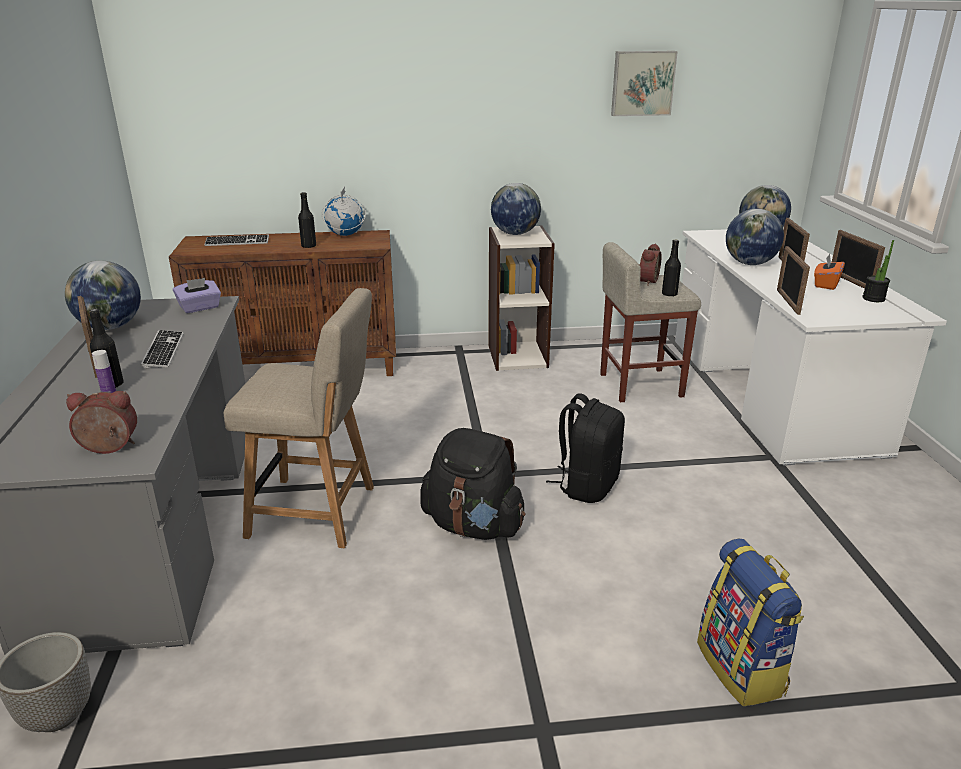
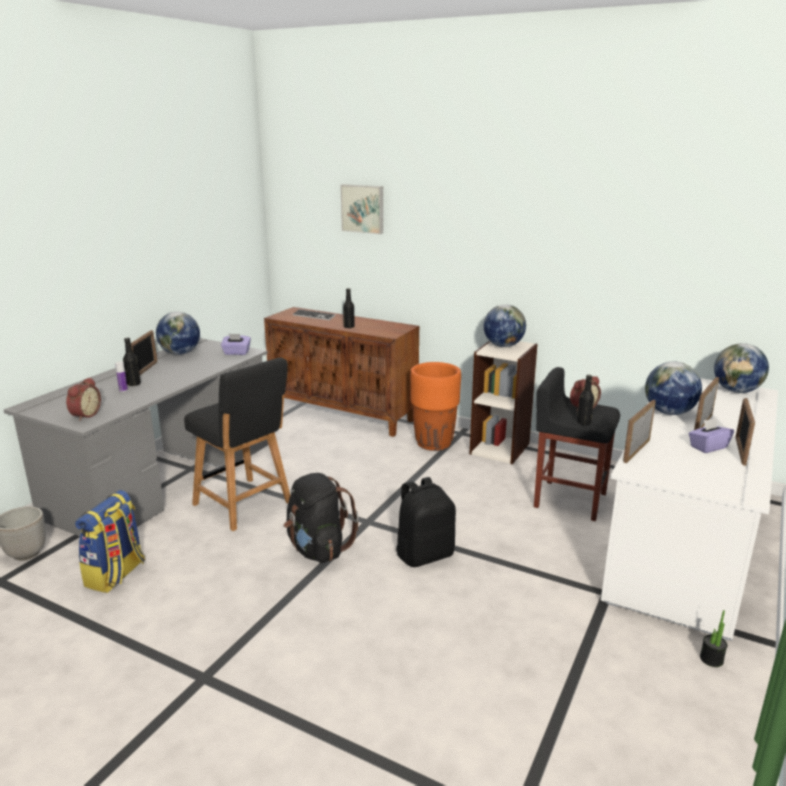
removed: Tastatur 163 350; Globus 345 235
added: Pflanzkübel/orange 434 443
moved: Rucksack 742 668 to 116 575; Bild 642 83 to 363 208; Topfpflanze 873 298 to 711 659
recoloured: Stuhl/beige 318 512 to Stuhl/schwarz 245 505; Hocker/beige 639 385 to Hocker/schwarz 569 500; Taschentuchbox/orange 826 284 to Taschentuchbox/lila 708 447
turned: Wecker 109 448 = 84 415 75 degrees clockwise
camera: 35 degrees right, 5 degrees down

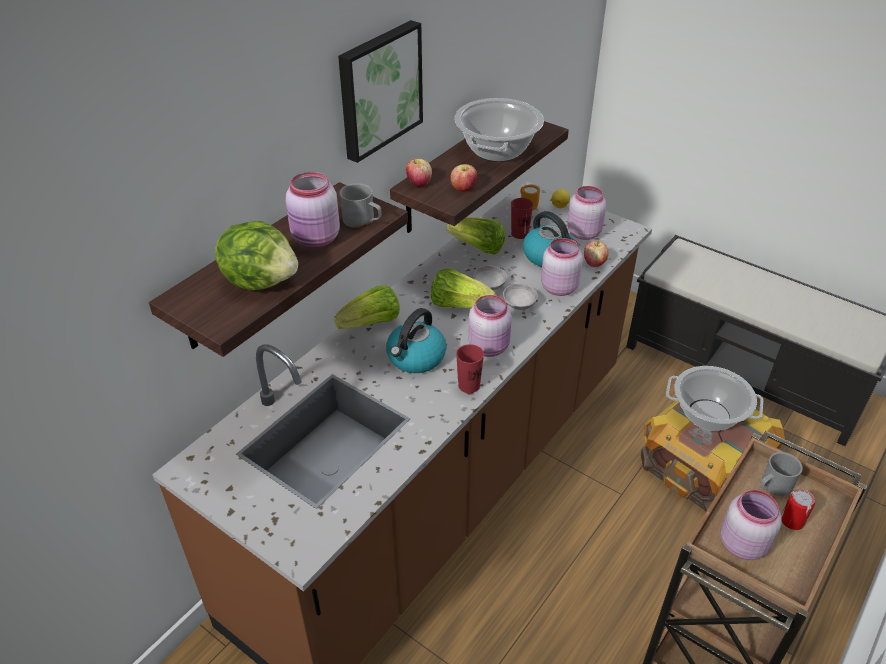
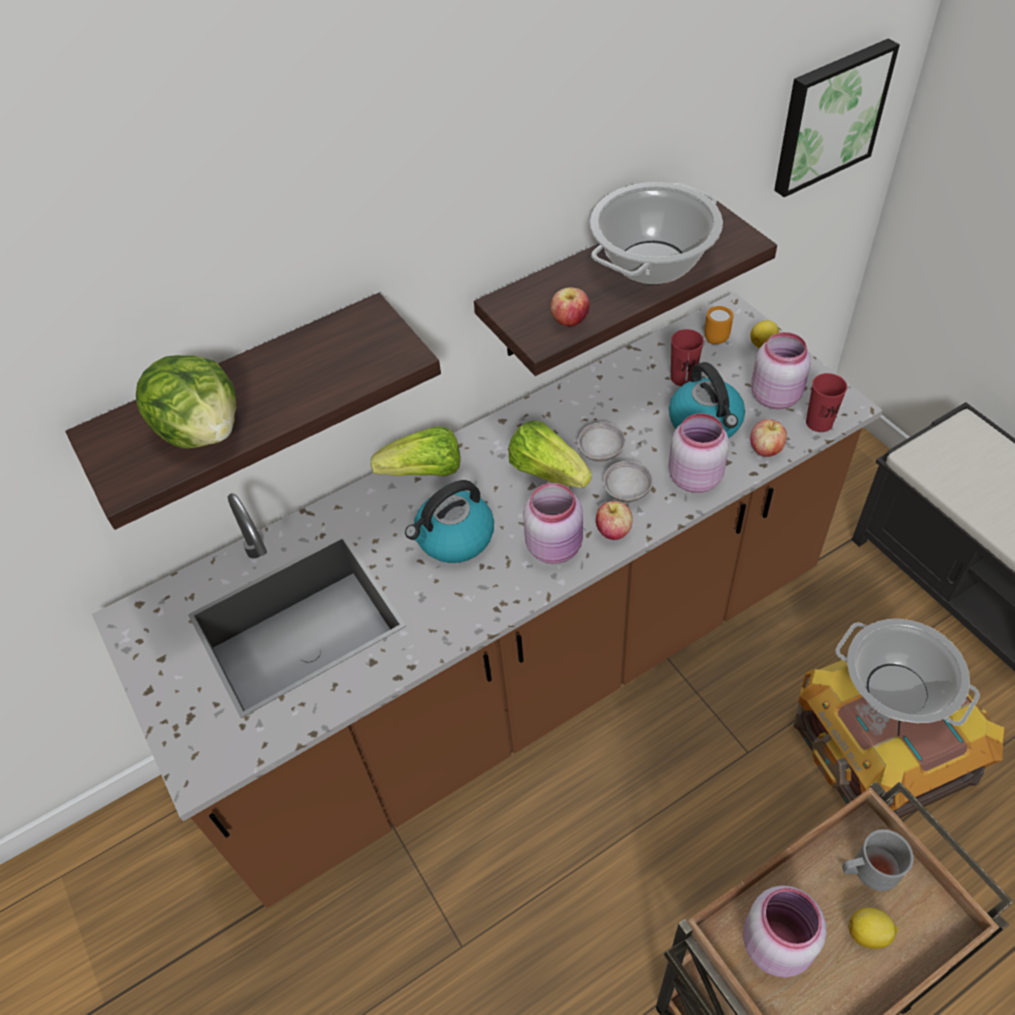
removed: Vorratsglas/rosa 316 239; Henkelbecher/grau 363 221; Salatkopf 478 247
moved: Apfel 419 183 to 613 531; Bild 378 89 to 829 116; Tasse/rot 469 385 to 819 423
replaced: Dose 792 521 to Zitrone 869 934
camera: 25 degrees right, 10 degrees up

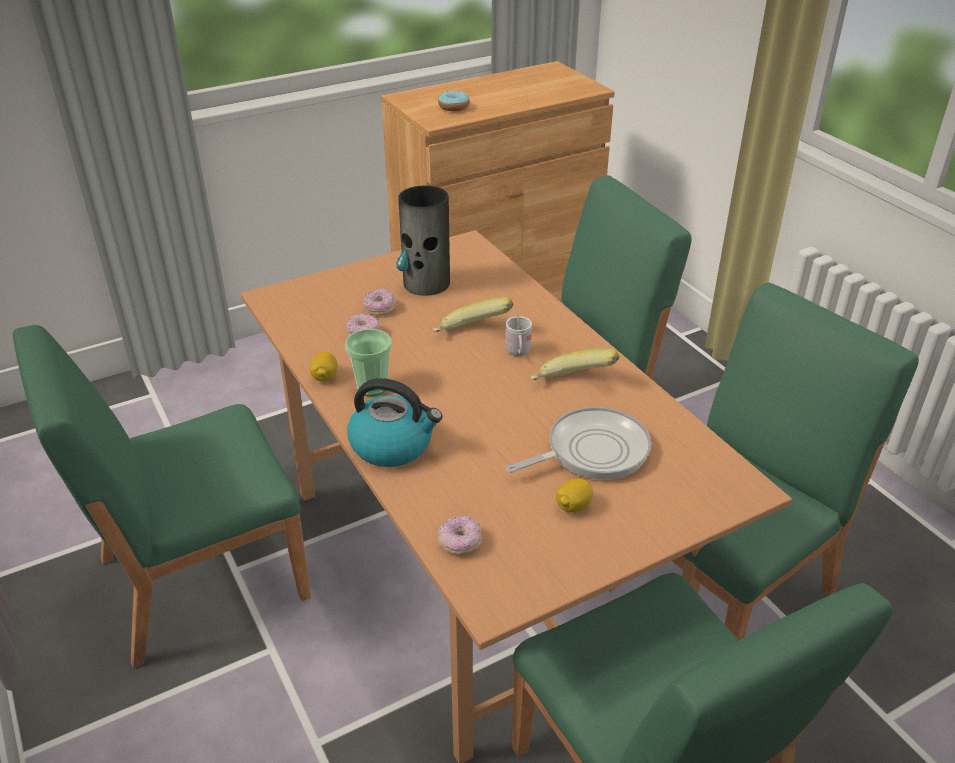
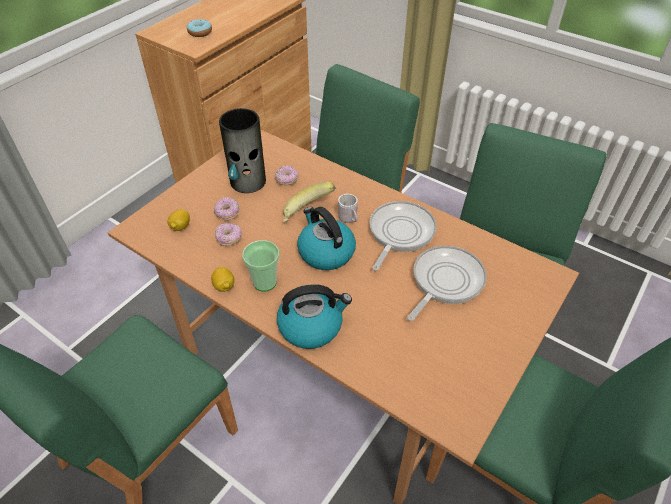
added: Wasserkessel 325 252
moved: Zitrone 573 506 to 180 227; Donut 460 543 to 287 180
replaced: Banane 572 384 to Pfanne 399 233
camera: 25 degrees left, 10 degrees up

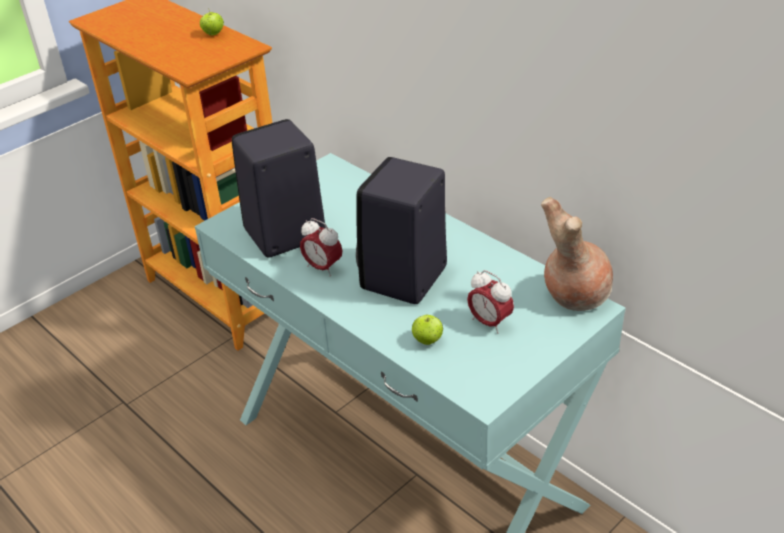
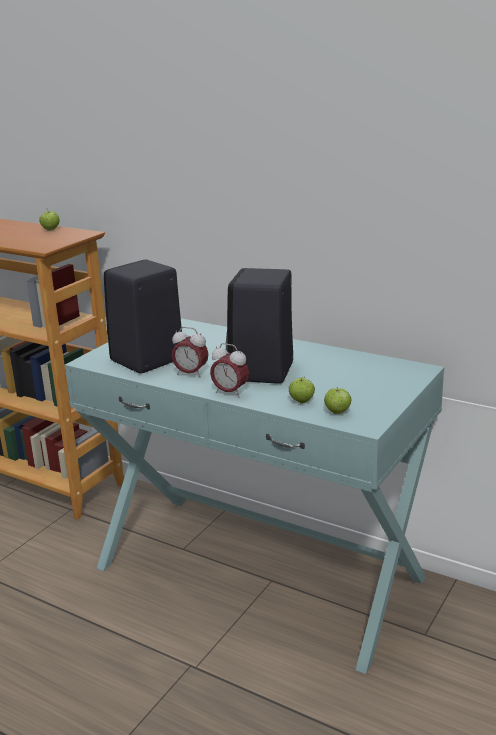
removed: Vase/braun 573 296
added: Apfel 337 412
moved: Wecker 489 323 to 230 392
camera: 15 degrees left, 15 degrees down

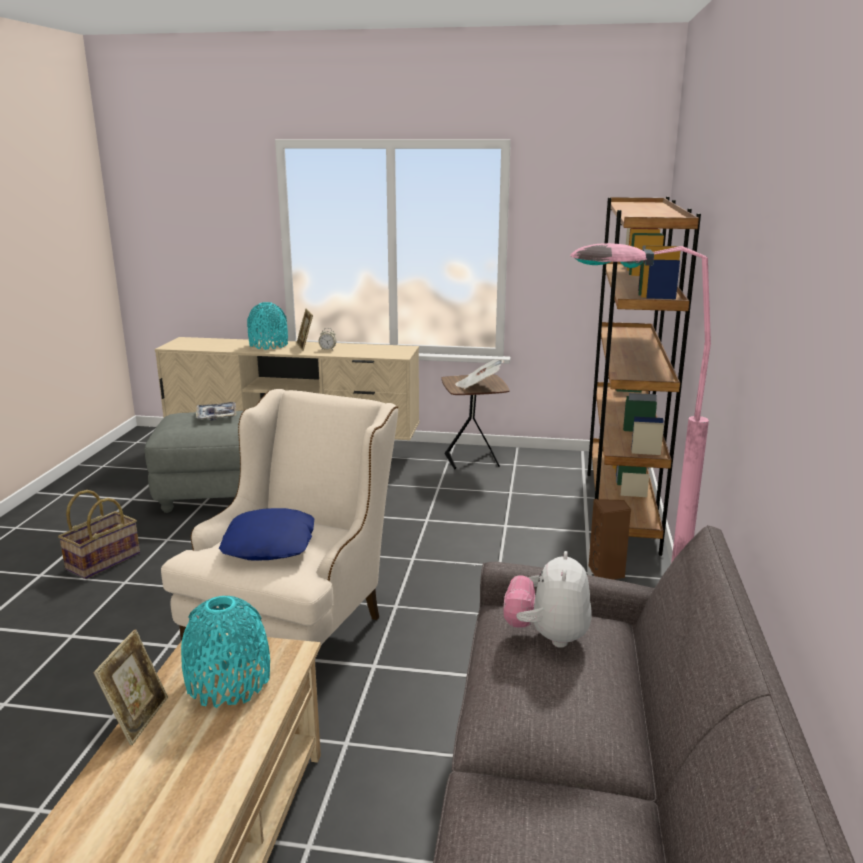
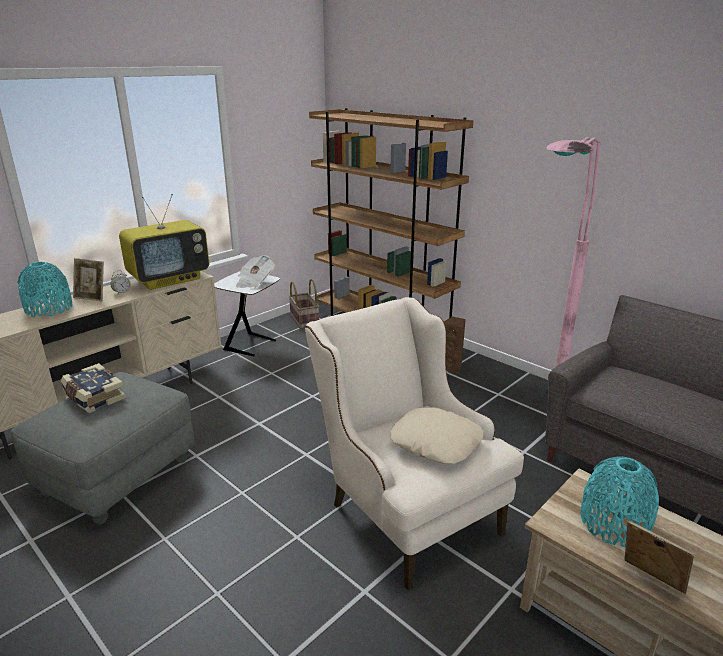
removed: Plüschtier 547 636
added: Fernseher 169 279
moved: Korb 103 561 to 303 320
replaced: Tablett 216 416 to Buch 93 397
recoloured: Beistelltisch/braun 473 461 to Beistelltisch/weiß 252 345; Kissen/blau 270 544 to Kissen/beige 436 442
camera: 55 degrees left, 5 degrees up

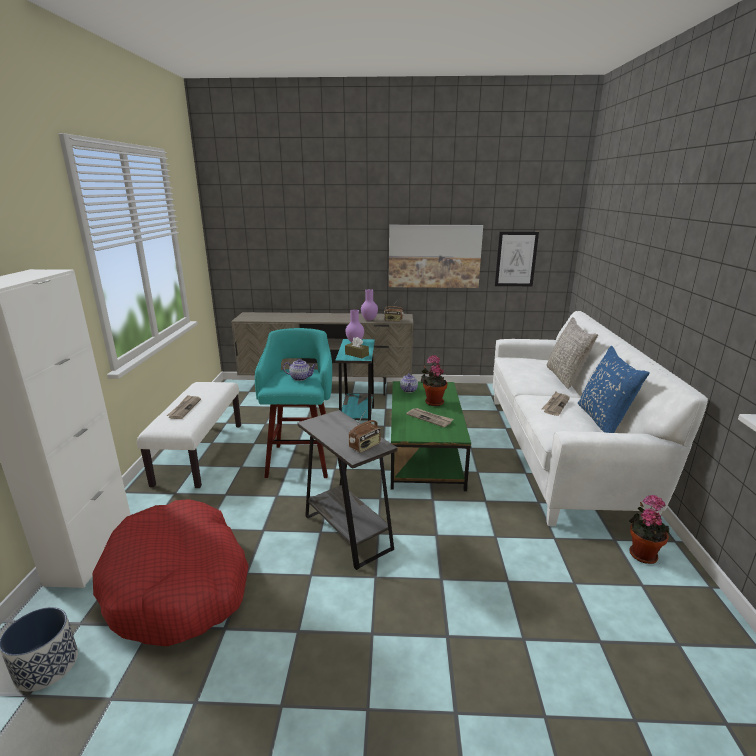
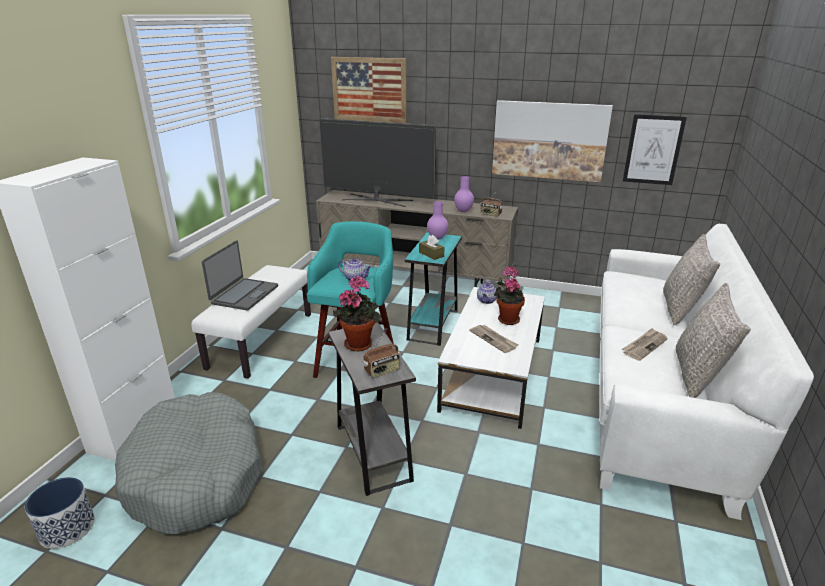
added: Fernseher 377 200; Bild 369 90
moved: Topfpflanze 642 553 to 359 343
replaced: Zeitung 184 408 to Laptop 244 295
recoloured: Hundebett/rot 179 584 to Hundebett/grau 196 475; Couchtisch/grün 425 451 to Couchtisch/weiß 493 373; Kissen/blau 603 420 to Kissen/grau 698 374
camera: 15 degrees right, 5 degrees up

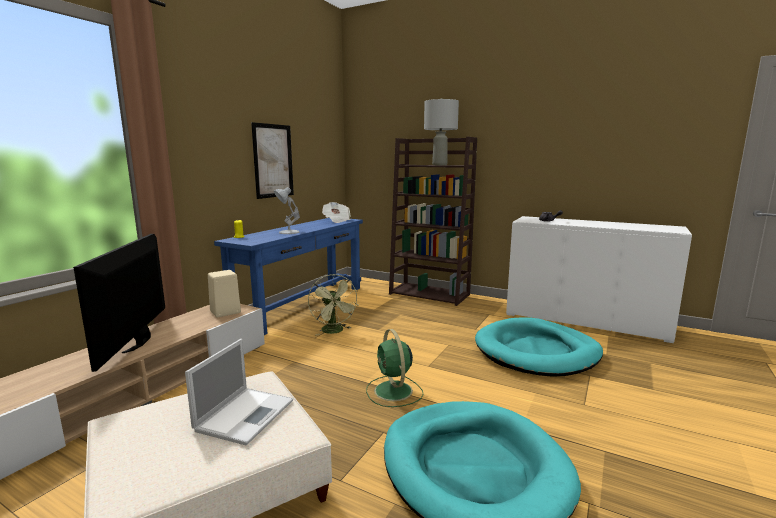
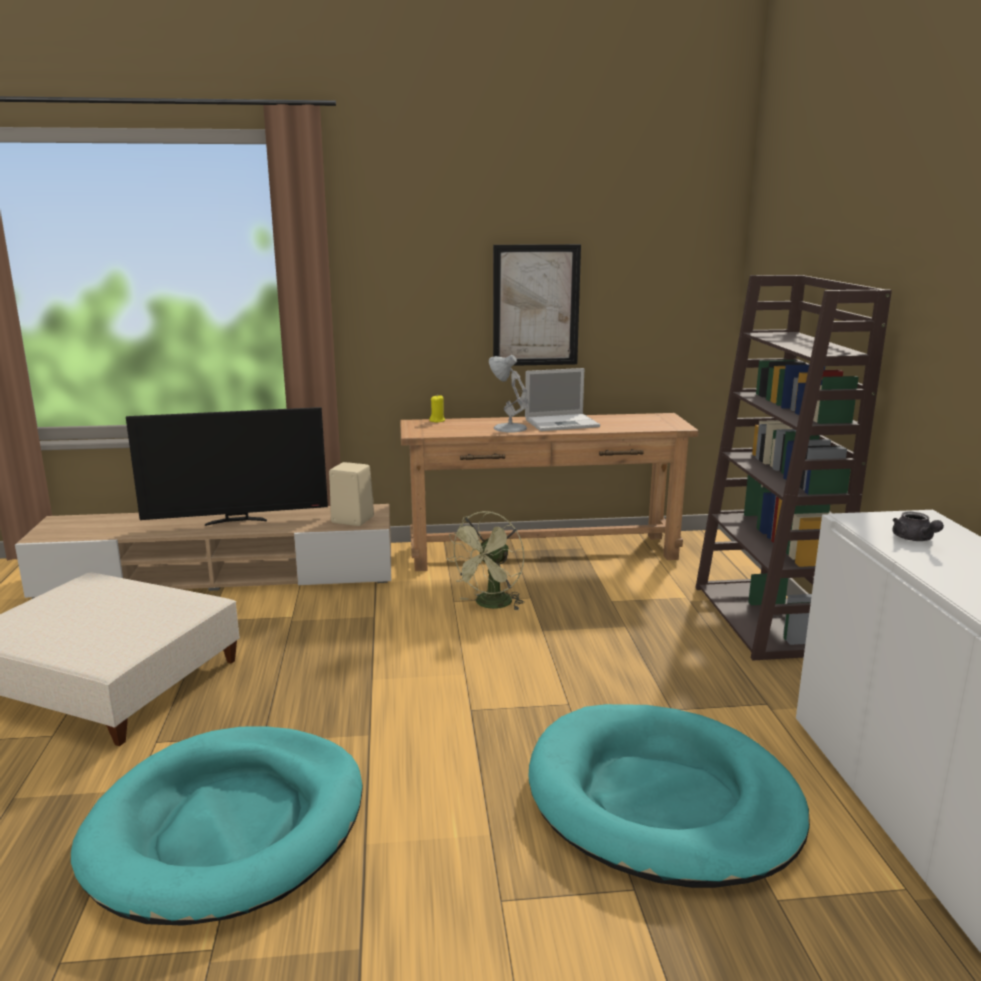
removed: Zeitung 336 220; Ventilator/grün 394 392; Tischlampe/grau 439 165
moved: Laptop 246 414 to 563 423
recoloured: Konsolentisch/blau 302 305 to Konsolentisch/braun 543 552
turned: Fernseher 140 341 = 237 521 150 degrees counterclockwise
camera: 55 degrees right, 5 degrees up

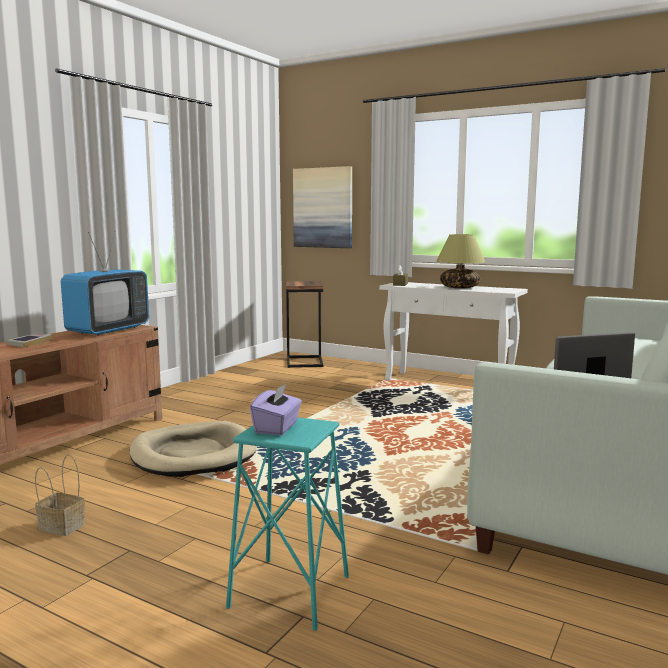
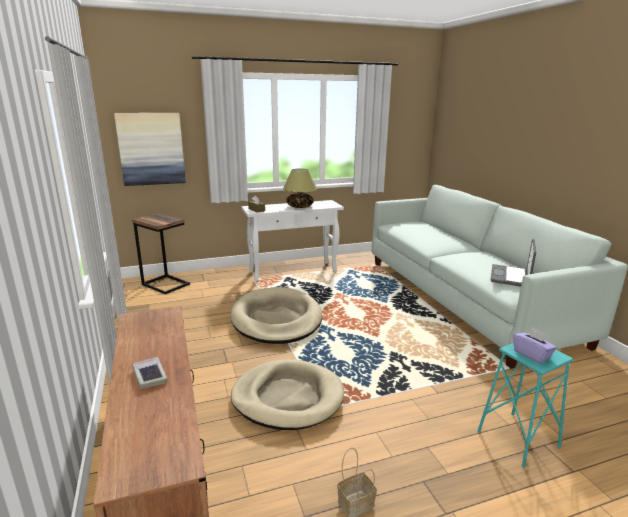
removed: Fernseher 108 330
added: Hundebett/beige 276 319
camera: 50 degrees left, 10 degrees up

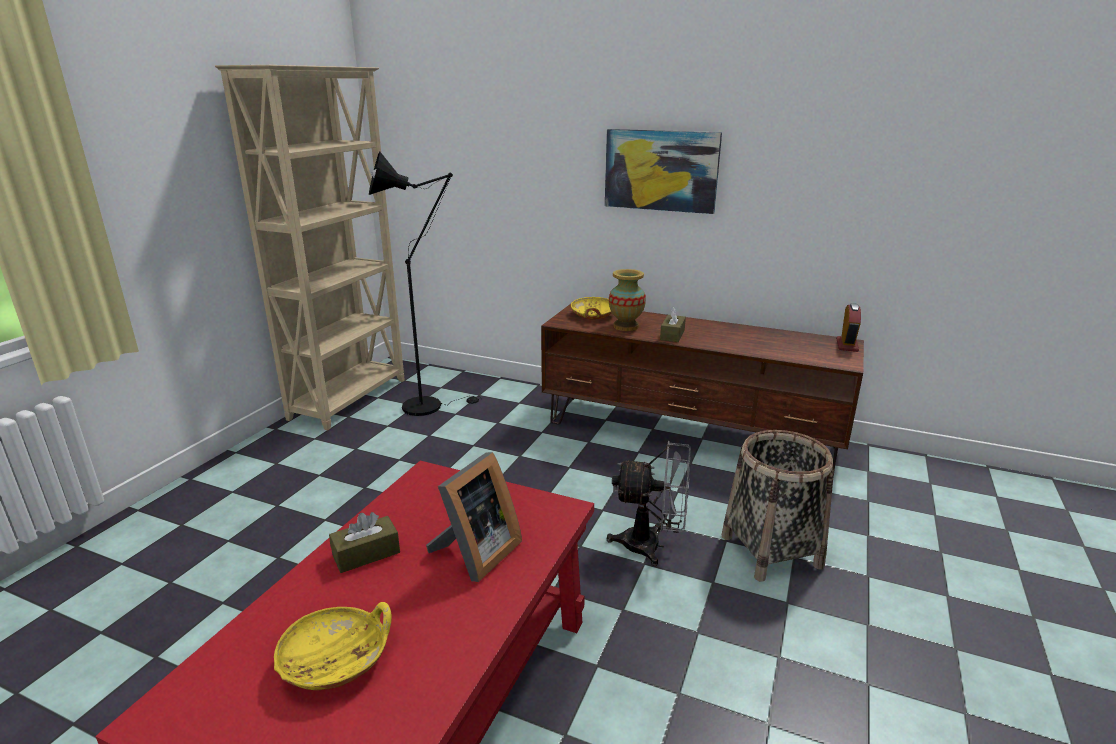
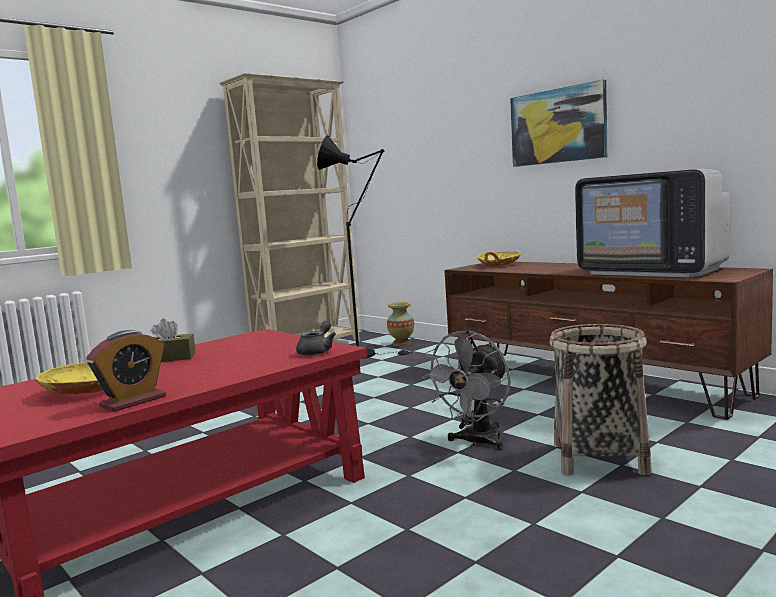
removed: Bilderrahmen 475 554; Taschentuchbox/braun 672 335
added: Teekanne/grau 317 351; Fernseher 652 271
moved: Wecker 847 345 to 133 401; Vase 625 326 to 402 344
turned: Ventilator/grau 651 545 = 476 442 90 degrees clockwise
camera: 25 degrees right, 15 degrees down

